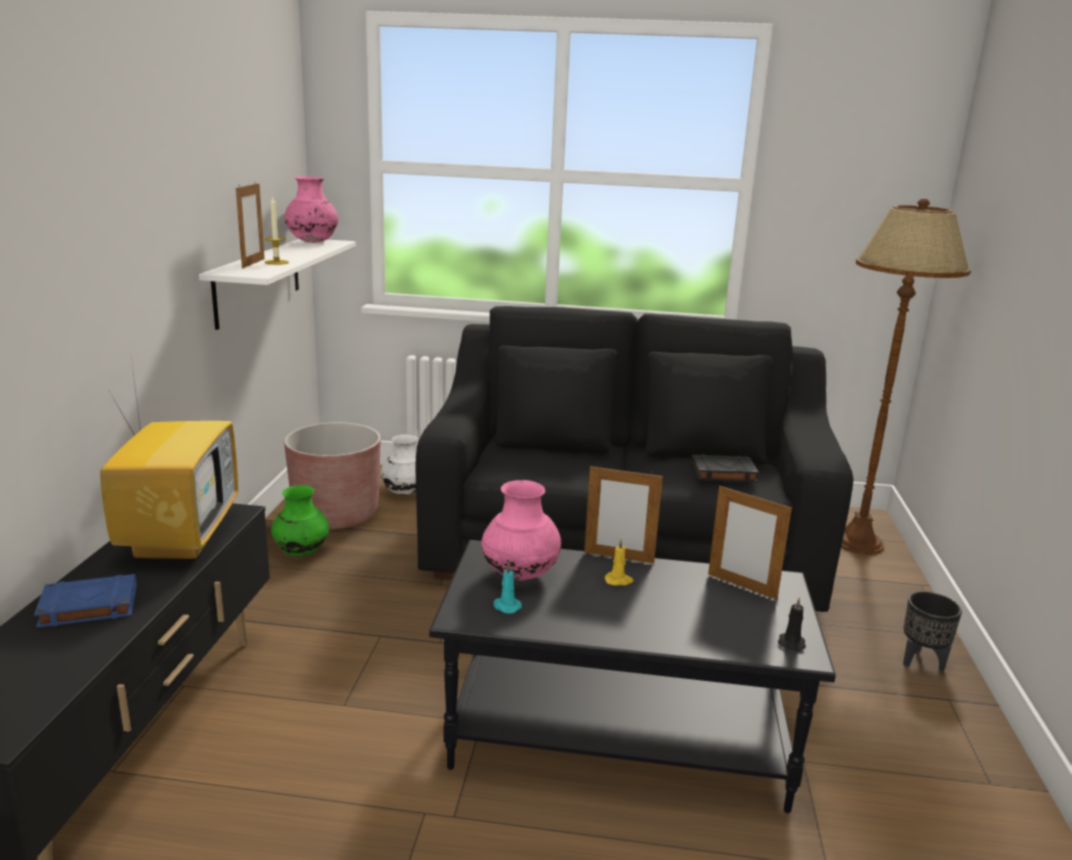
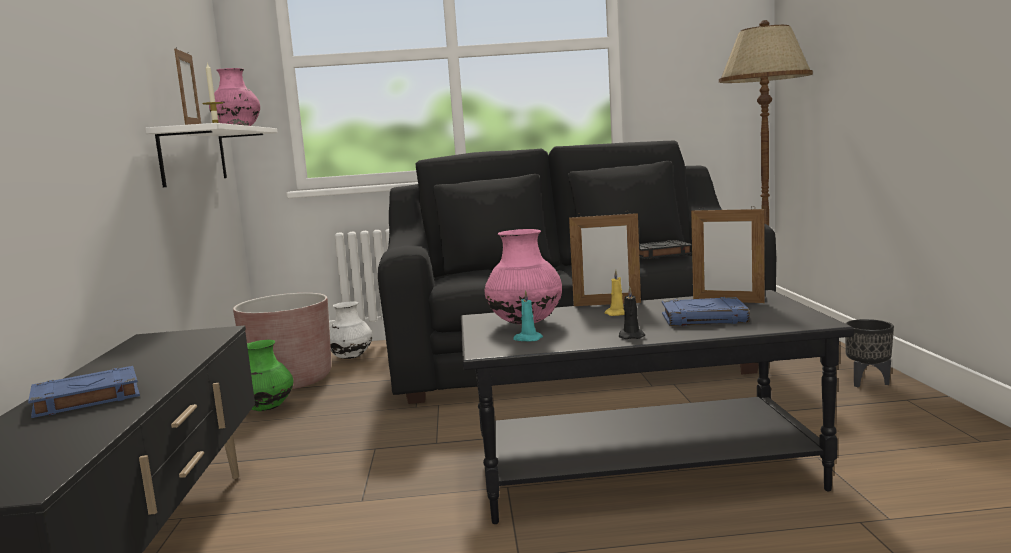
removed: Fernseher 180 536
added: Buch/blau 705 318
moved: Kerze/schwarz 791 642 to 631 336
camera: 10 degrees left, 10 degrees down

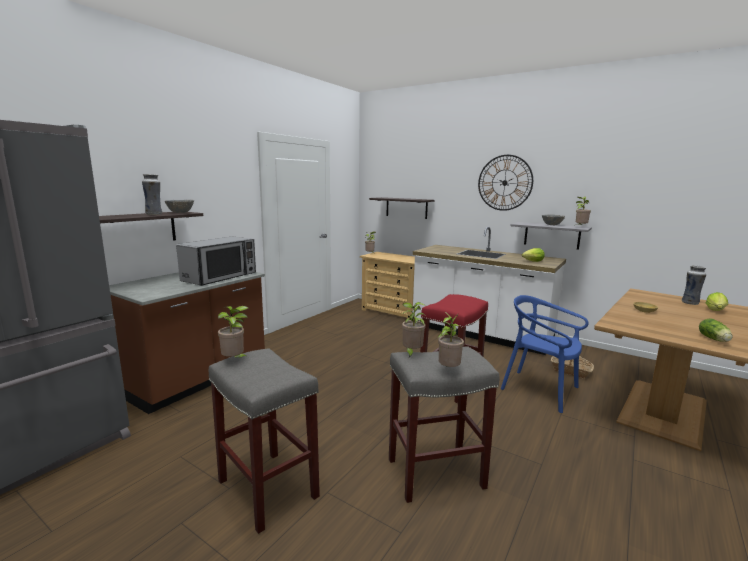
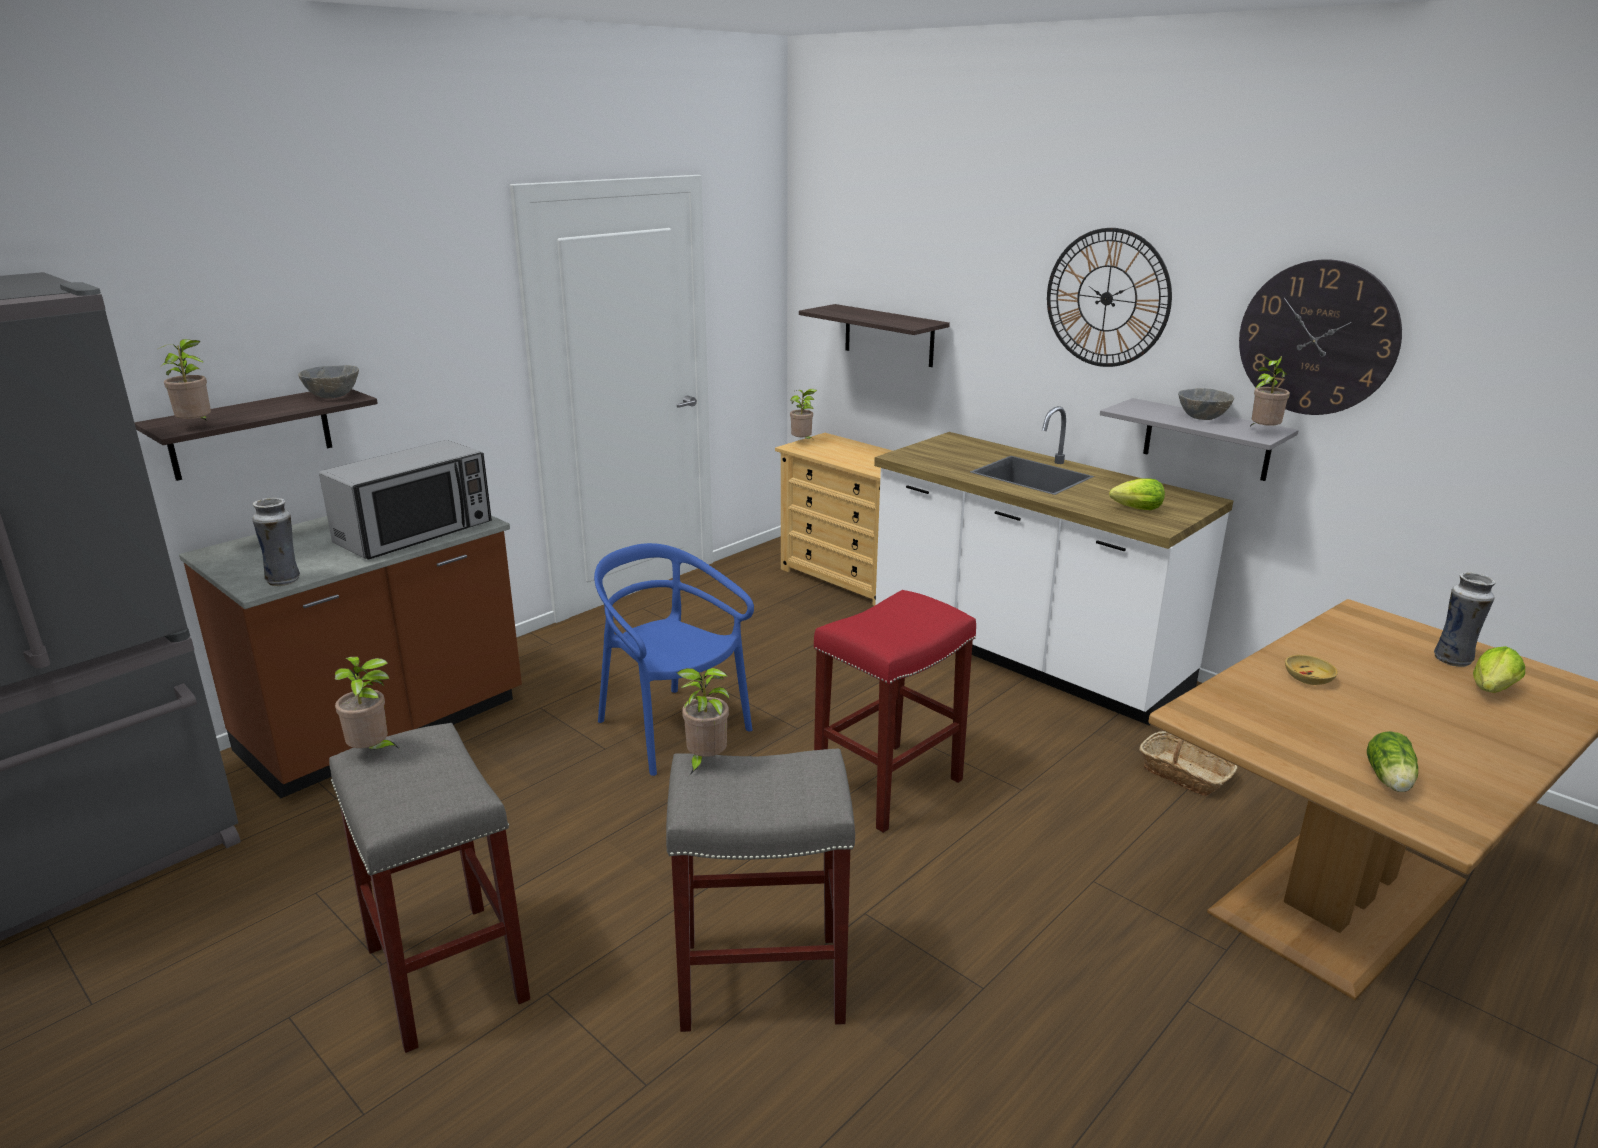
added: Wanduhr 1317 338
moved: Topfpflanze 448 370 to 197 426; Vase 154 214 to 284 580; Stuhl/blau 540 390 to 671 729
camera: 10 degrees right, 10 degrees up

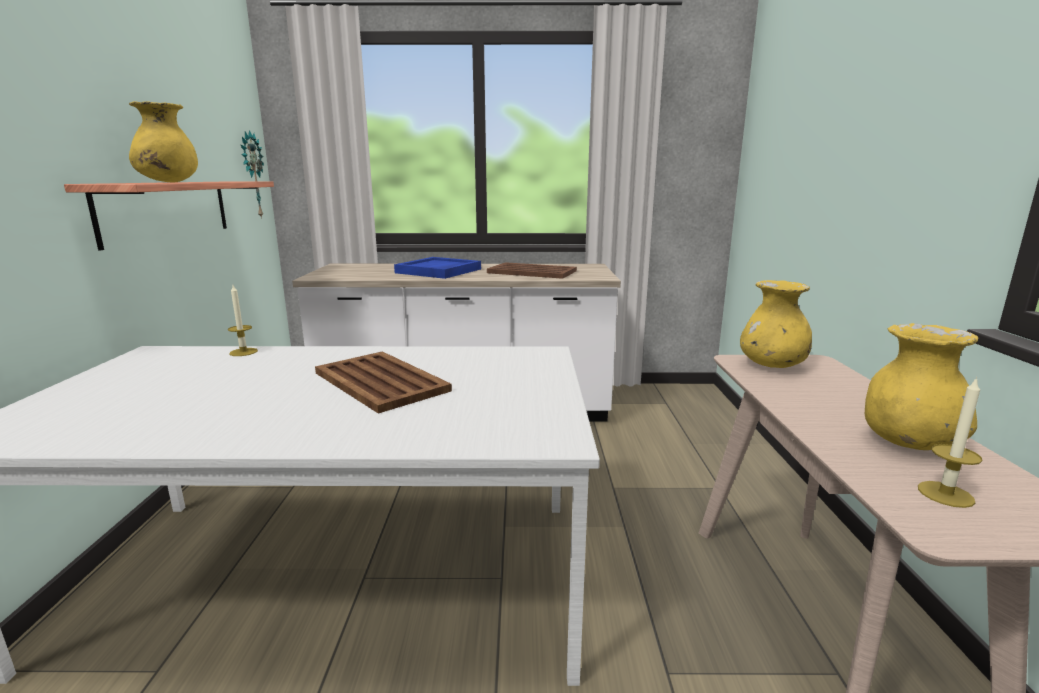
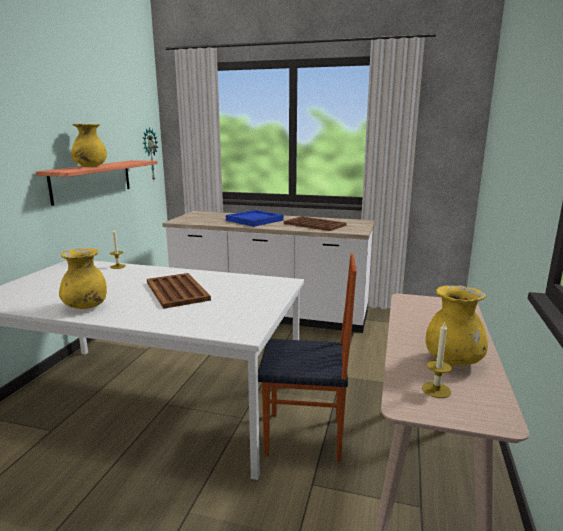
added: Stuhl 305 437
moved: Vase/gelb 771 366 to 86 307
camera: 15 degrees right, 0 degrees up

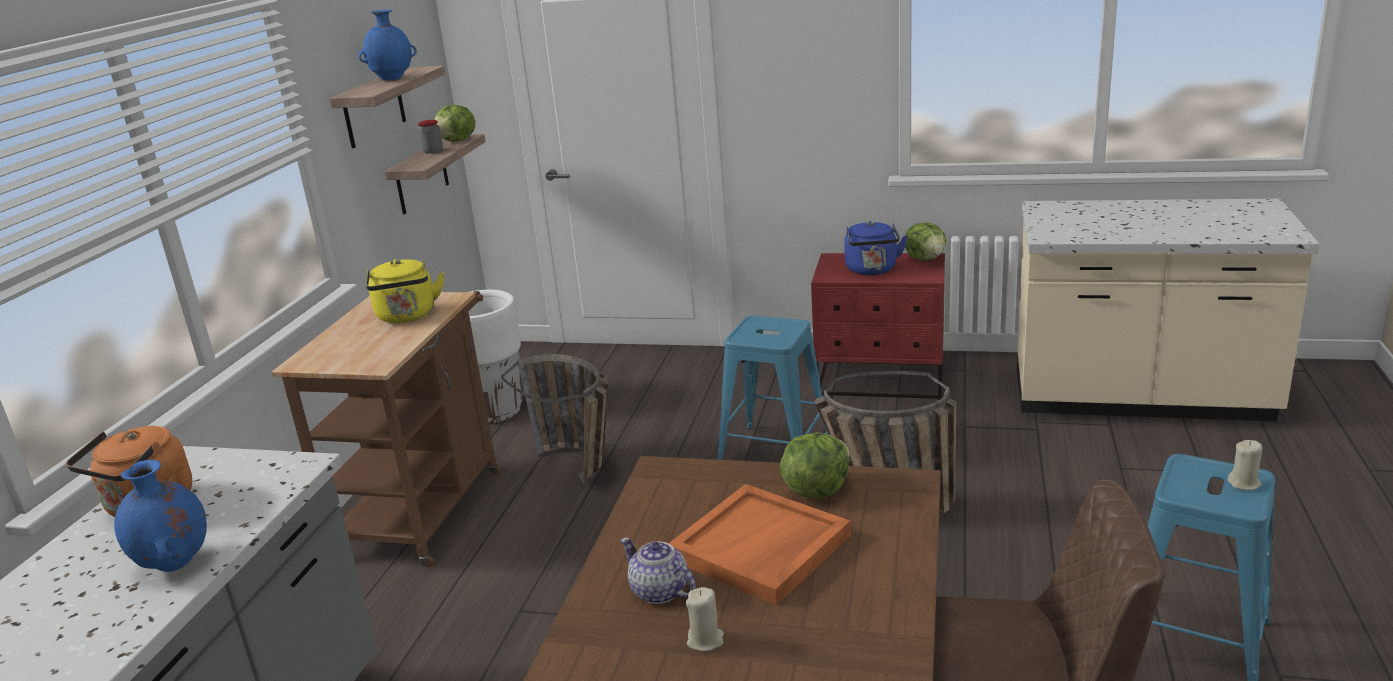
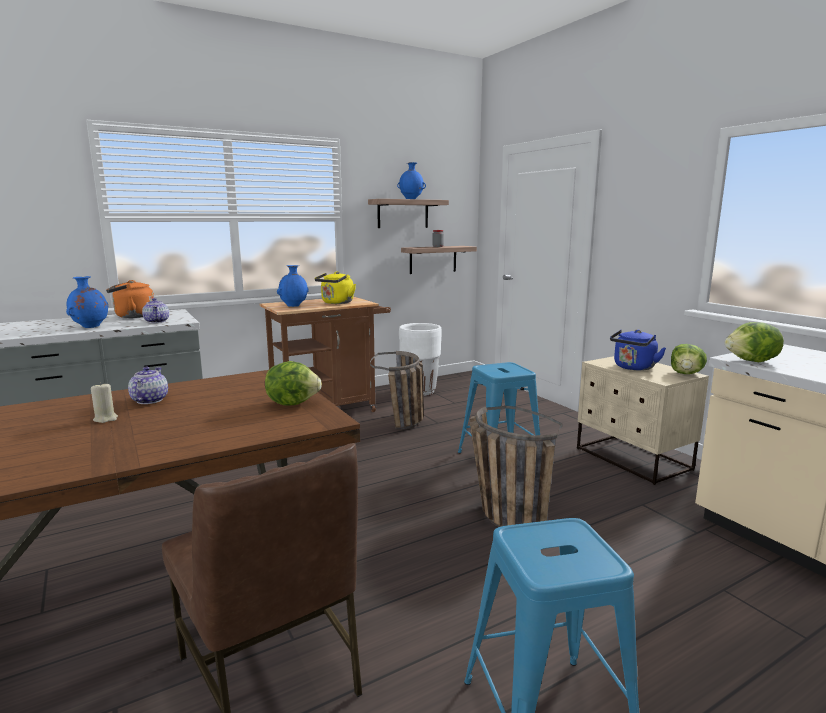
removed: Tablett/orange 760 548; Kerze/beige 1244 483
added: Teekanne 157 321; Vase/blau 294 306
moved: Salatkopf 457 141 to 752 361
recoloured: Nachttisch/rot 881 381 to Nachttisch/beige 632 459
camera: 45 degrees right, 10 degrees down

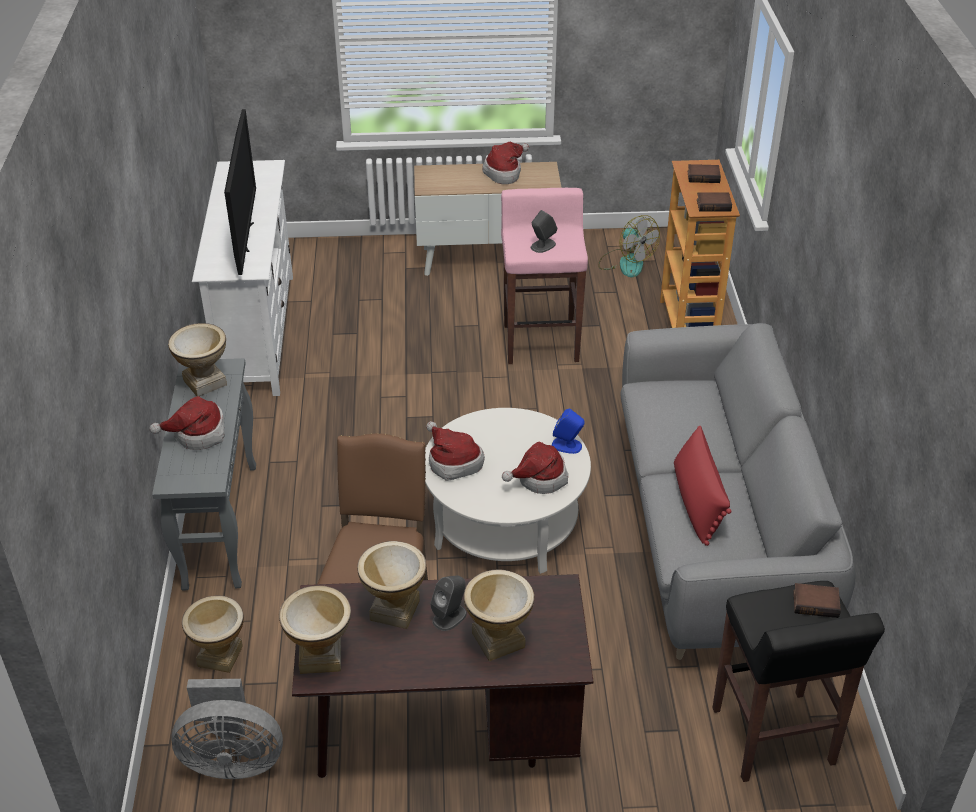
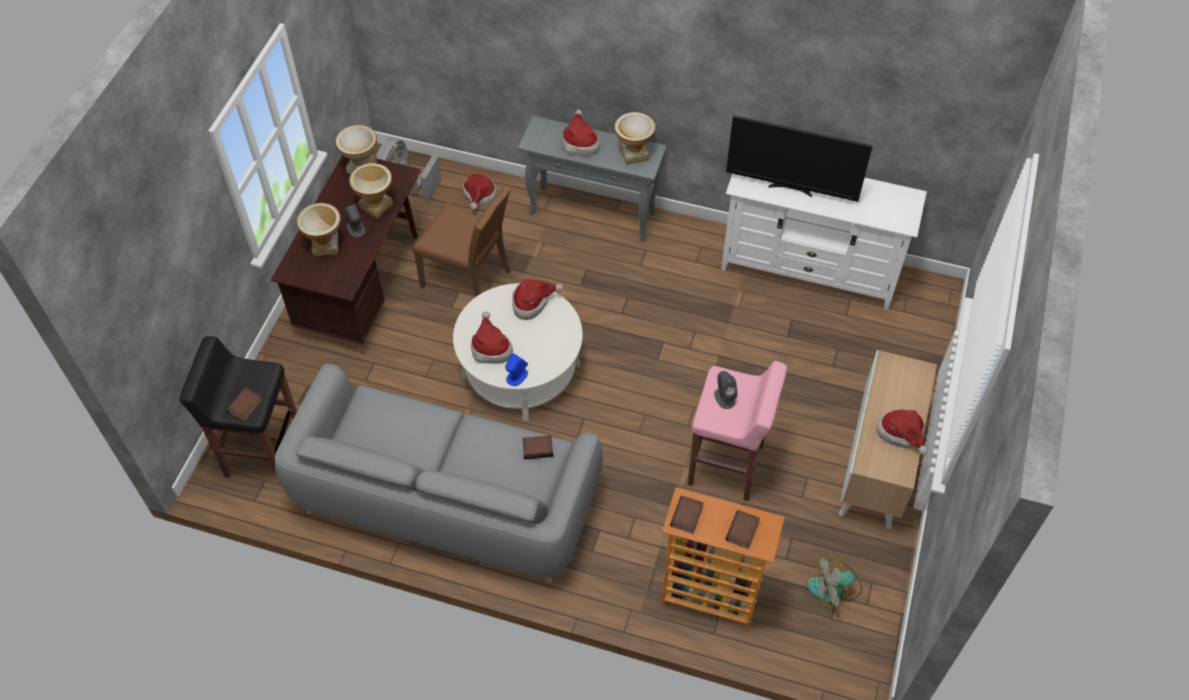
removed: Kissen/rot 697 502
added: Buch 538 448
replaced: Vase 220 656 to Hut 479 196
camera: 110 degrees right, 15 degrees up

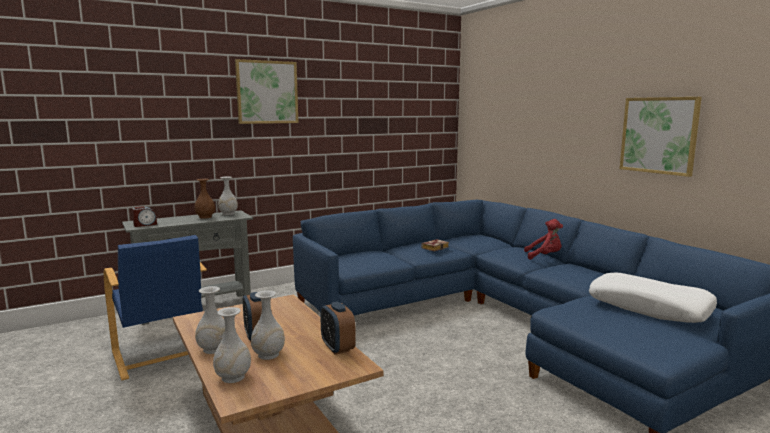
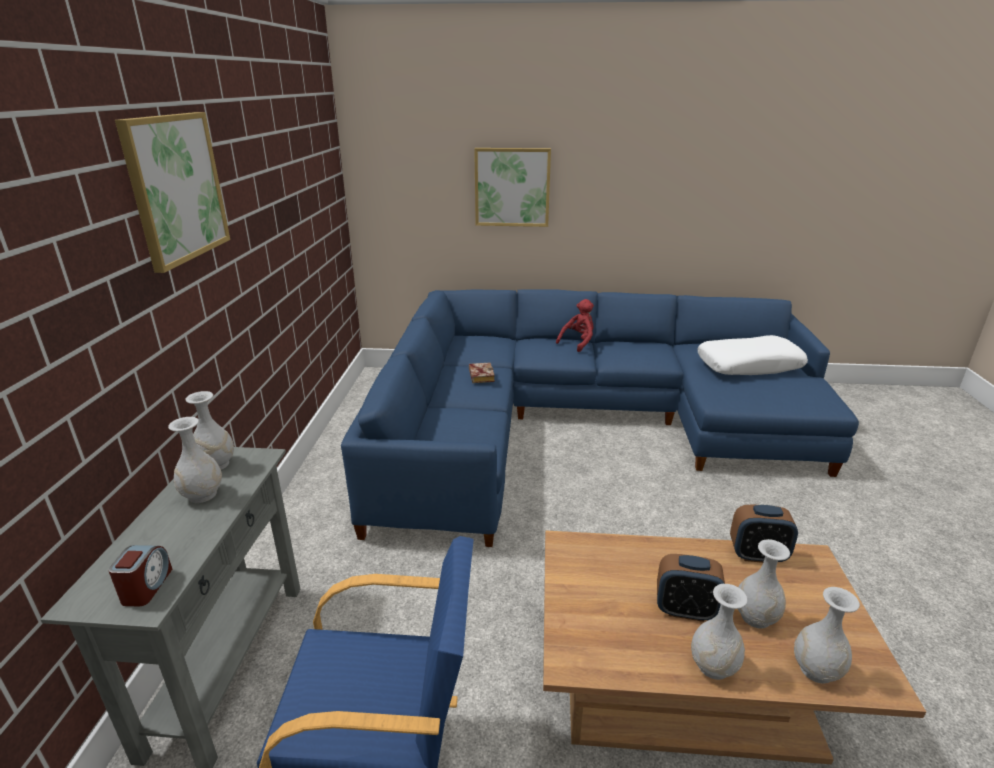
moved: Bild 659 135 to 512 187
recoloured: Vase/braun 205 217 to Vase/weiß 203 494
camera: 55 degrees left, 15 degrees up

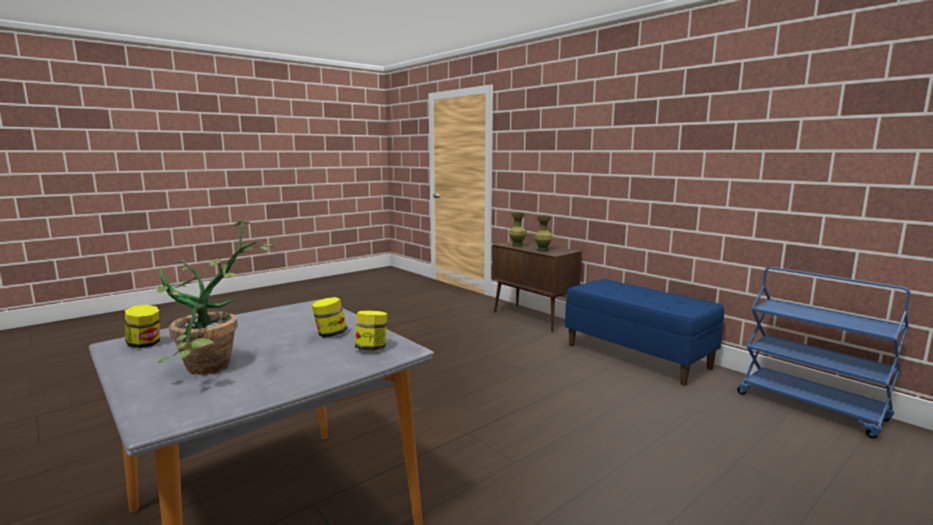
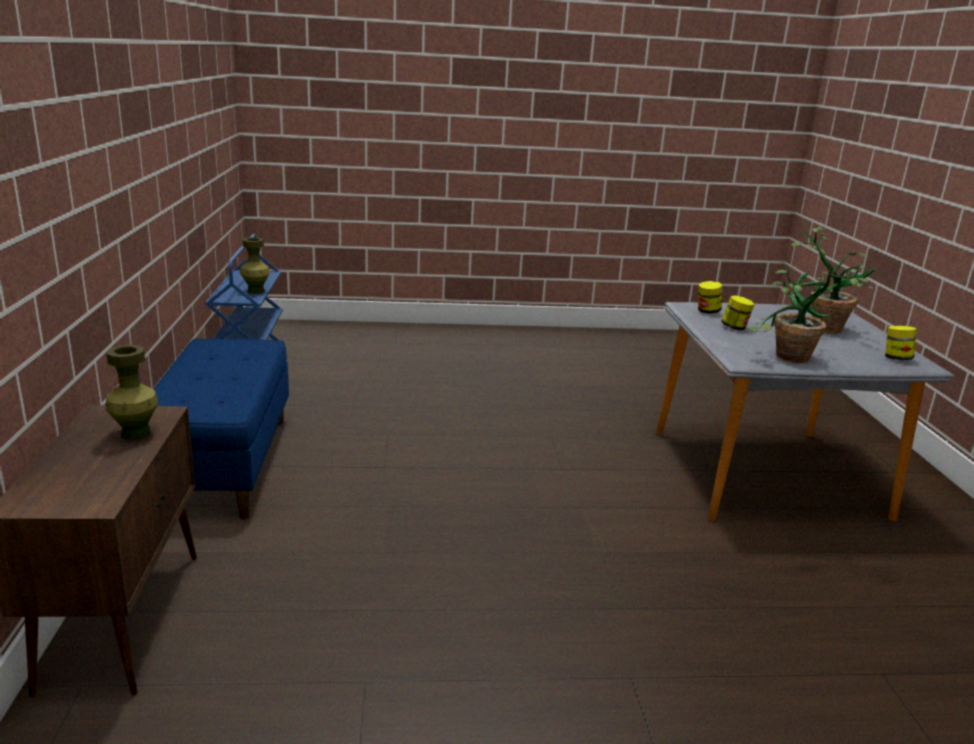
added: Topfpflanze 790 360
moved: Vase/grün 517 245 to 256 291
camera: 145 degrees left, 10 degrees up

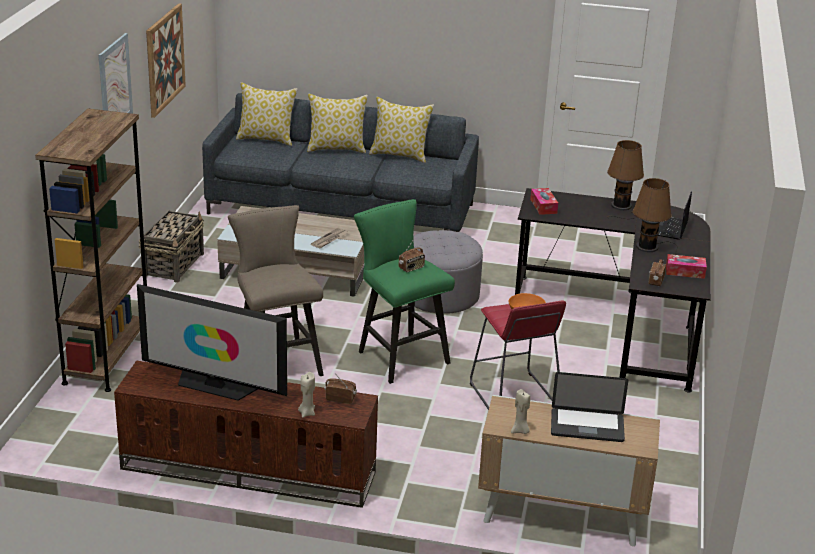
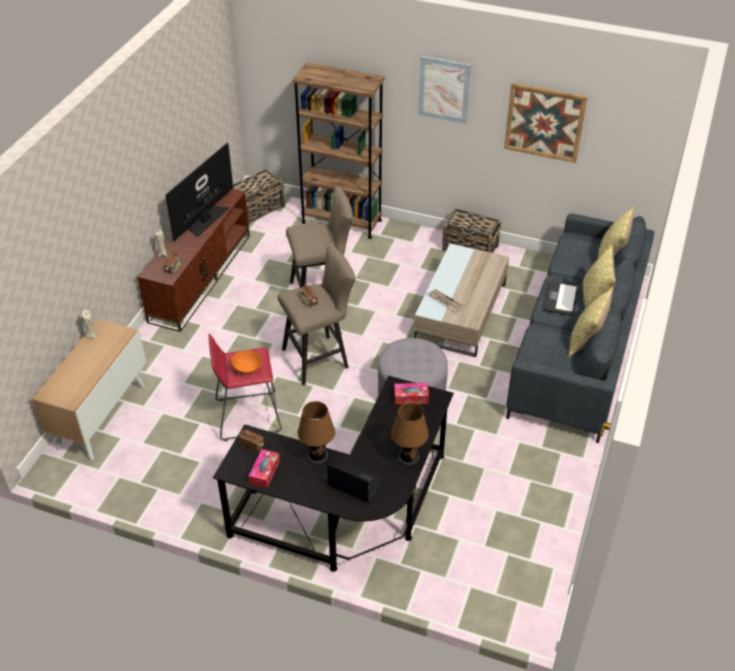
added: Korb 258 209
moved: Laptop 587 426 to 561 298
recoloured: Hocker/grün 399 355 to Hocker/beige 320 358
camera: 100 degrees right, 15 degrees up

